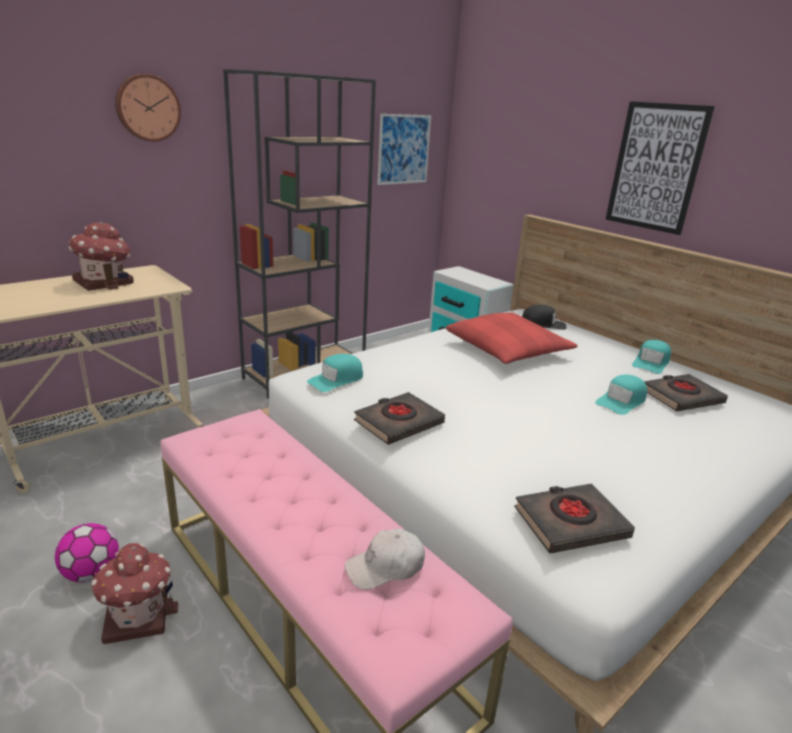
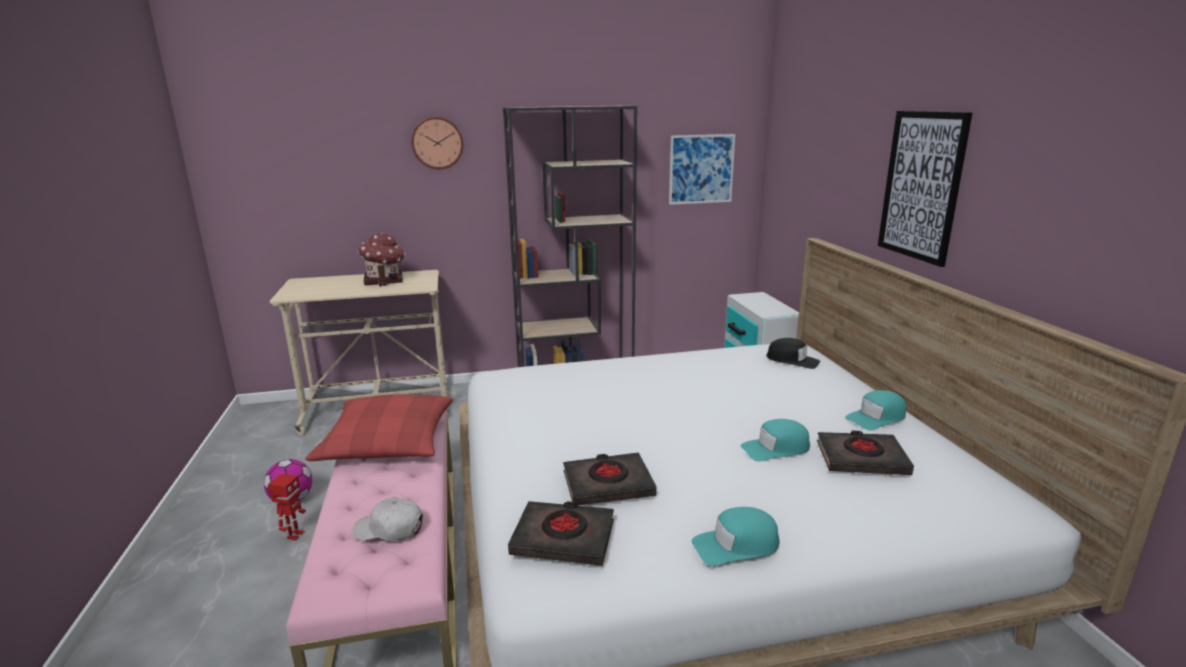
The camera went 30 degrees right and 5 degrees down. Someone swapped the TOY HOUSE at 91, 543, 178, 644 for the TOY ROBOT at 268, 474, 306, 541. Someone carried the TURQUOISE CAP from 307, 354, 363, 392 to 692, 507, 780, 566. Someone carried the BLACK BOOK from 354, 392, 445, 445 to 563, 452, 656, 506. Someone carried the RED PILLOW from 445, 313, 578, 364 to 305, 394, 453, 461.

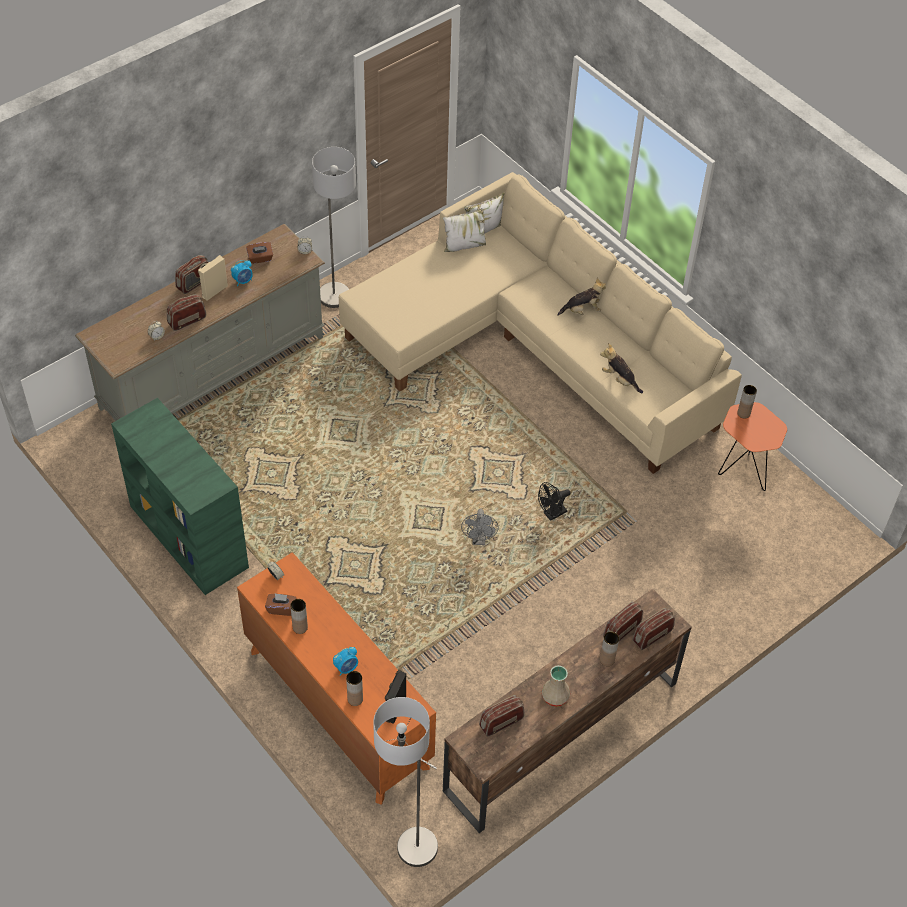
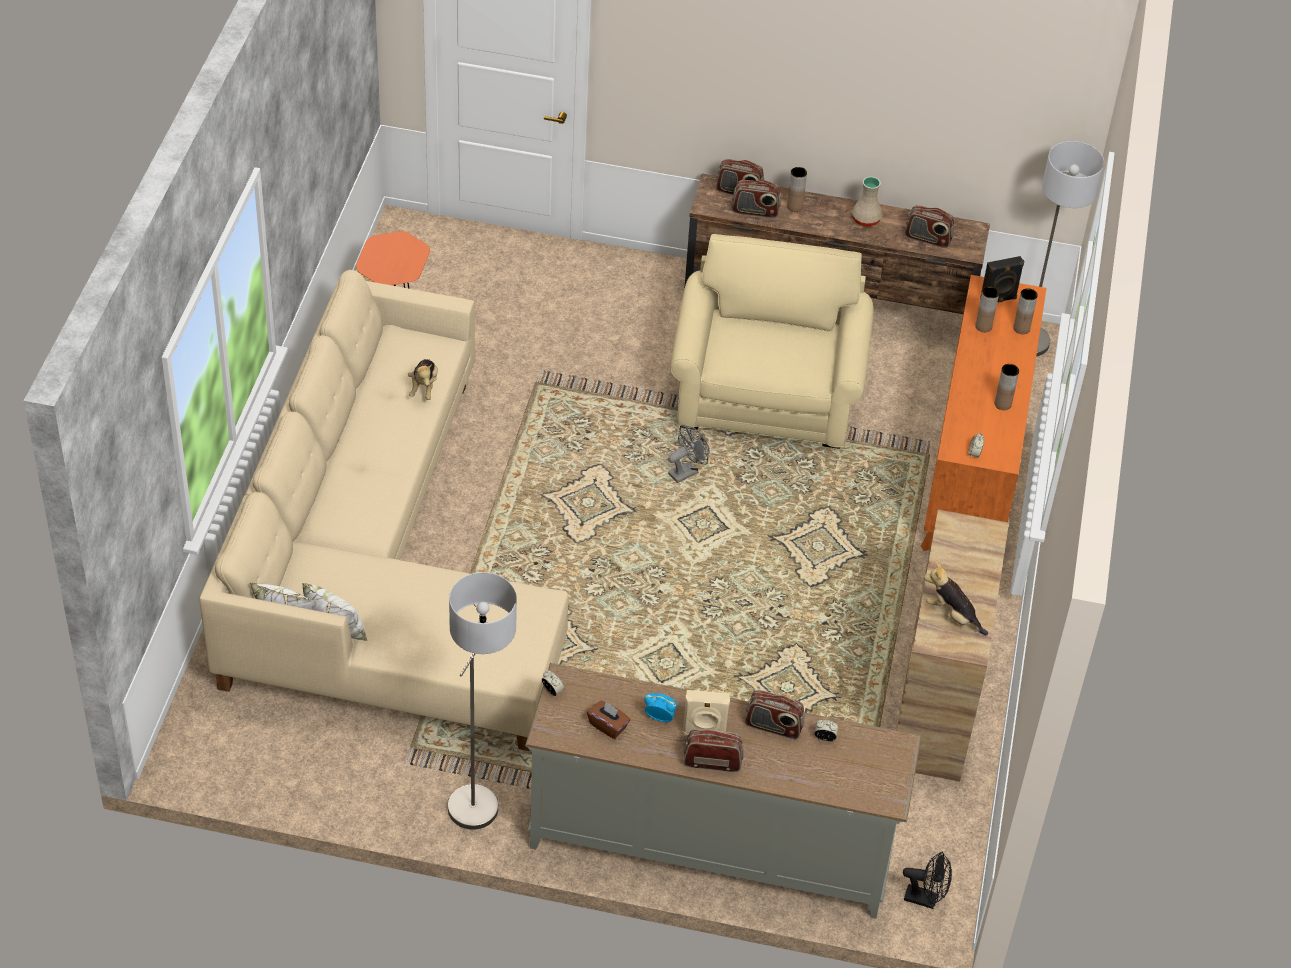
The camera went 130 degrees left and 5 degrees down. Someone repainted the GREEN BOOKCASE at 111, 398, 249, 595, which became the BROWN BOOKCASE at 896, 509, 1009, 782. Someone took away the BROWN TISSUE BOX at 265, 593, 296, 616. Someone took away the ALARM CLOCK at 333, 647, 358, 676. Someone carried the BLACK FAN from 538, 482, 571, 521 to 903, 852, 952, 909. Someone carried the PLUSH TOY from 557, 278, 606, 316 to 924, 562, 988, 635. Someone carried the BROWN VASE from 737, 385, 757, 419 to 975, 286, 999, 332. Someone put down the BEIGE ARMCHAIR at 670, 234, 873, 449.

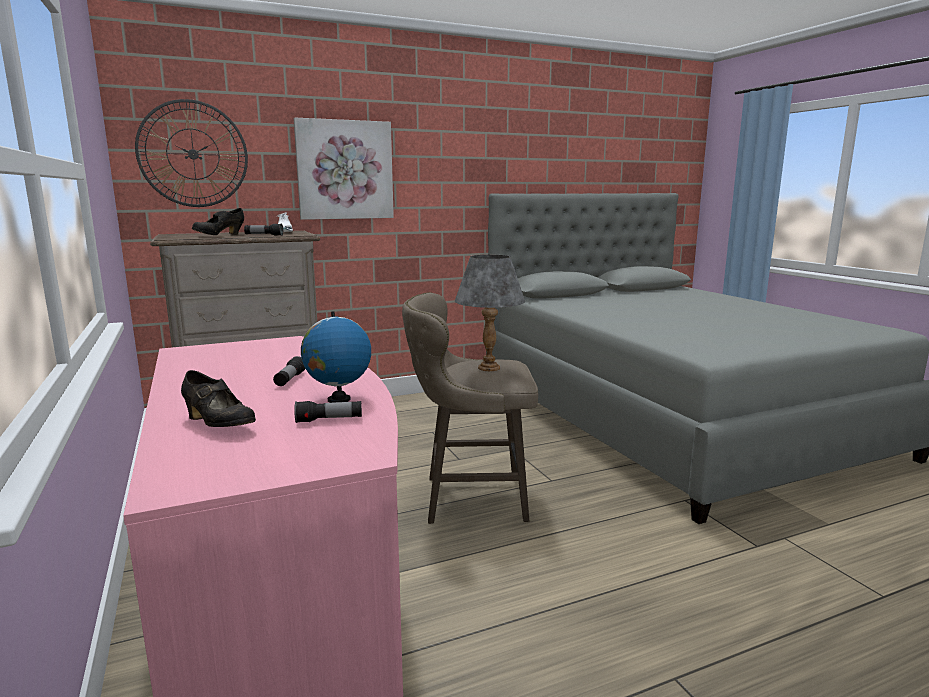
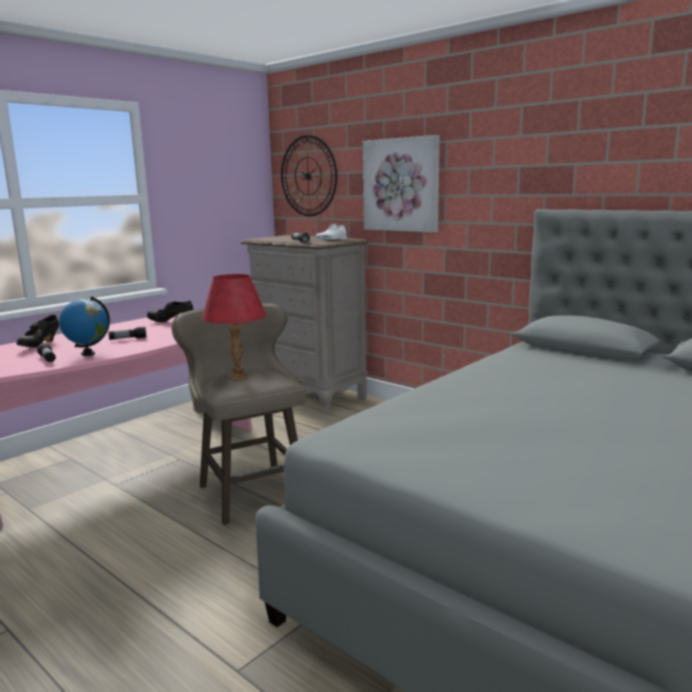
The camera went 65 degrees right and 0 degrees up. Someone carried the BLACK SHOE from 192, 208, 244, 235 to 147, 300, 193, 322. Someone repainted the GREY TABLE LAMP at 455, 255, 525, 371, which became the RED TABLE LAMP at 202, 274, 266, 380.

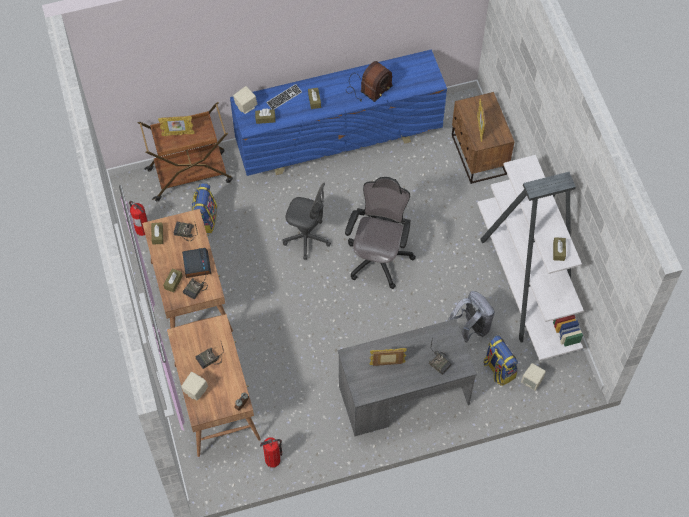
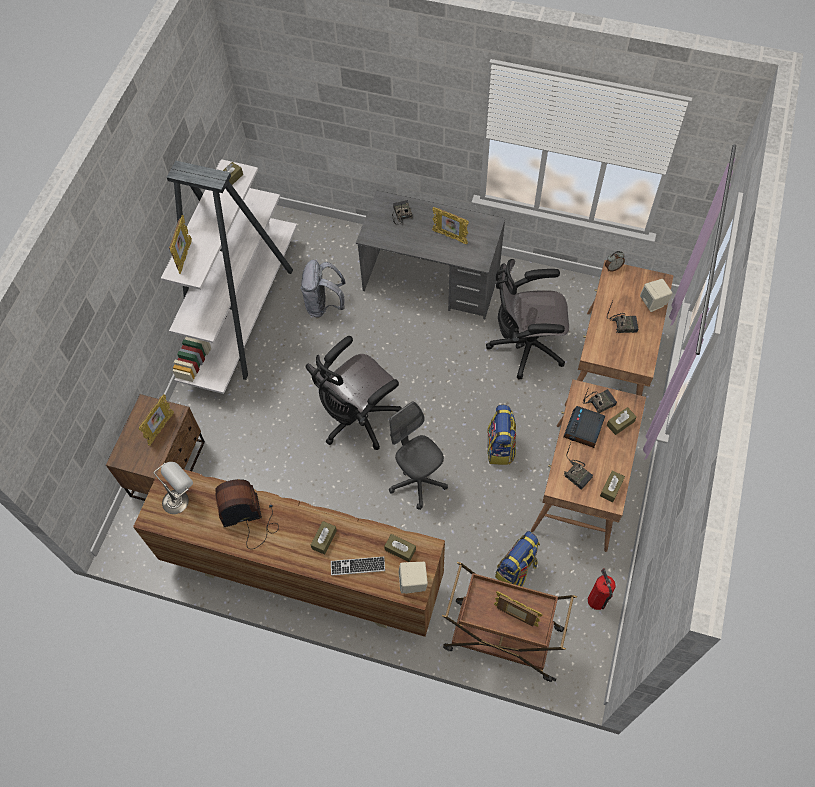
The camera went 145 degrees left and 0 degrees up. Someone repainted the BLUE CABINET at 230, 49, 447, 176, which became the BROWN CABINET at 133, 463, 445, 637. Someone took away the FIRE EXTINGUISHER at 260, 437, 282, 467. Someone carried the BACKPACK from 483, 335, 518, 386 to 487, 405, 516, 465. Someone took away the BEIGE SPEAKER at 521, 363, 546, 391. Someone put down the WHITE TABLE LAMP at 154, 462, 193, 514. Someone put down the PICTURE FRAME at 169, 215, 192, 274. Someone put down the OFFICE CHAIR at 486, 259, 569, 380.

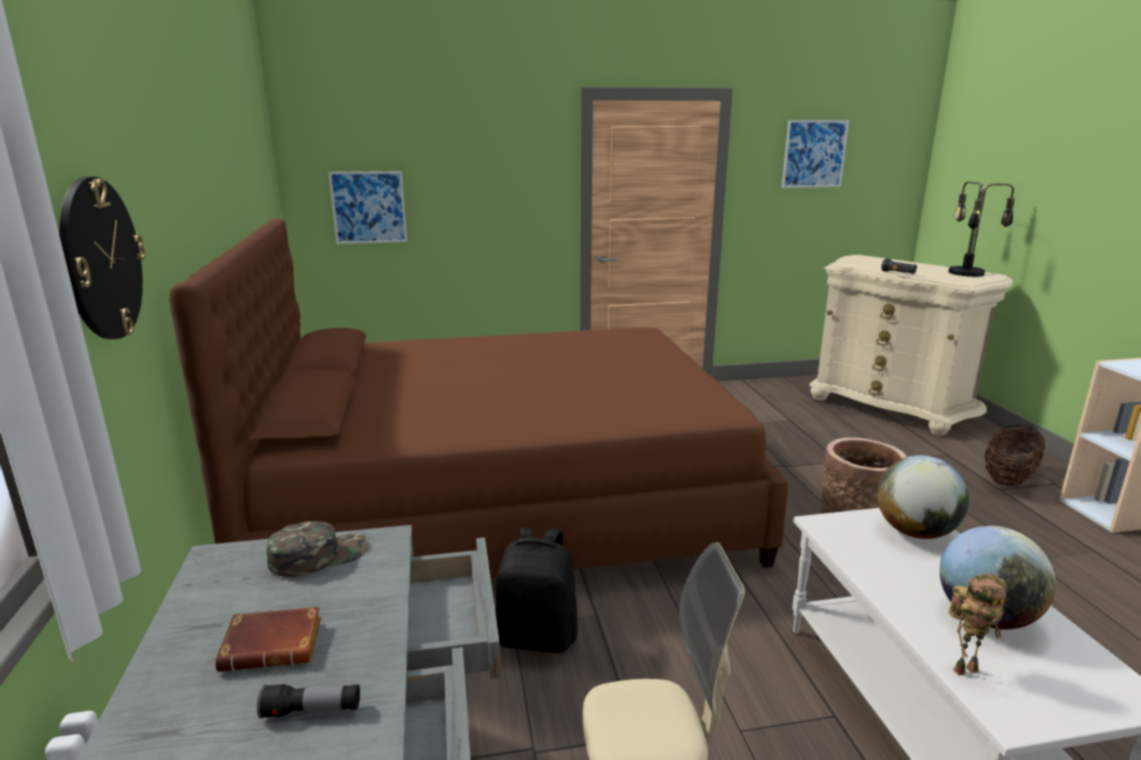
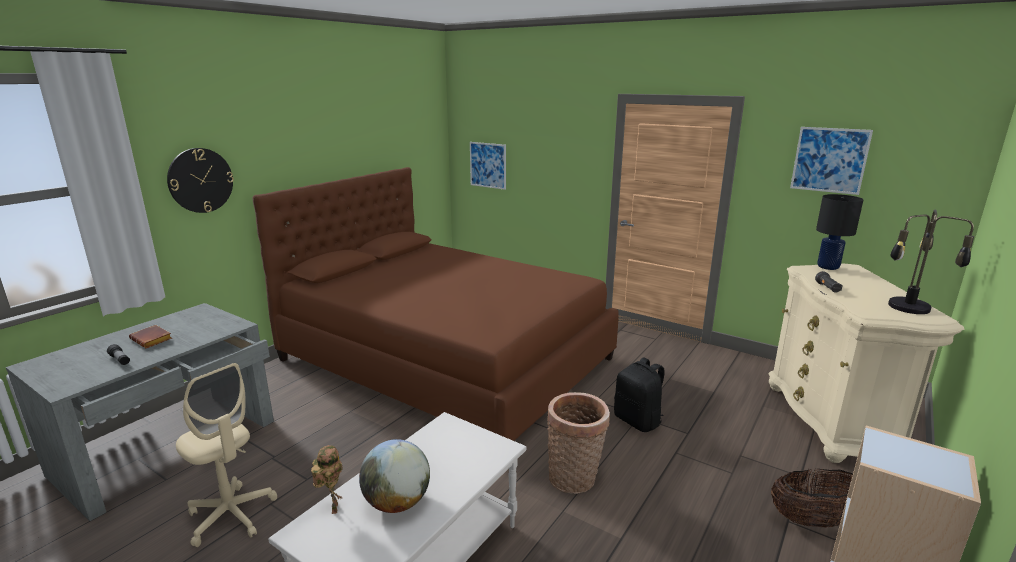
The camera went 45 degrees right and 0 degrees up. Someone took away the GREEN CAP at 267, 521, 368, 577. Someone carried the BLACK BACKPACK from 495, 527, 578, 653 to 614, 358, 665, 432. Someone took away the GLOBE at 877, 455, 969, 539. Someone rotated the TOY ROBOT at 948, 574, 1007, 675 by 135 degrees counterclockwise. Someone put down the BLACK TABLE LAMP at 816, 194, 863, 270.

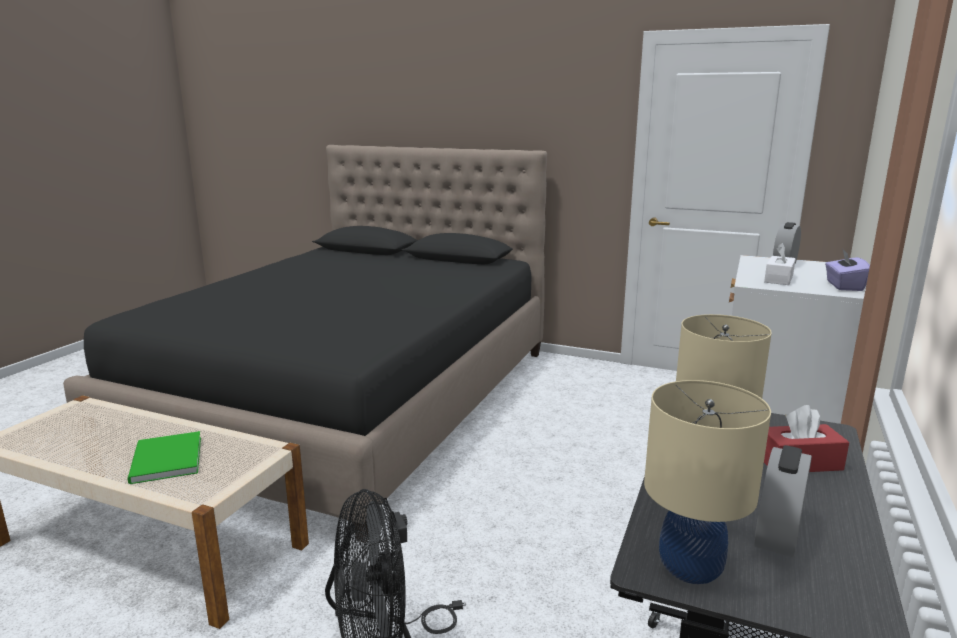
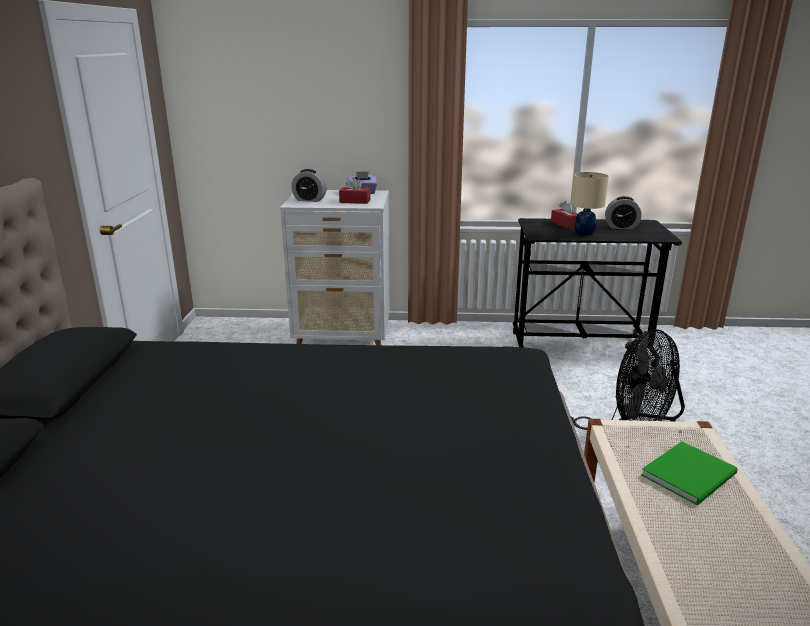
The camera went 110 degrees left and 5 degrees up. Someone took away the BEIGE TABLE LAMP at 644, 380, 771, 584. Someone repainted the WHITE TISSUE BOX at 764, 243, 796, 285, which became the RED TISSUE BOX at 339, 177, 370, 204.

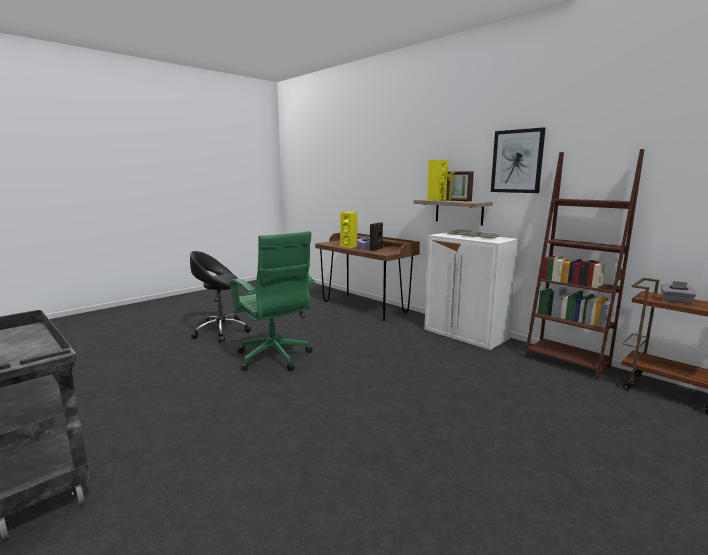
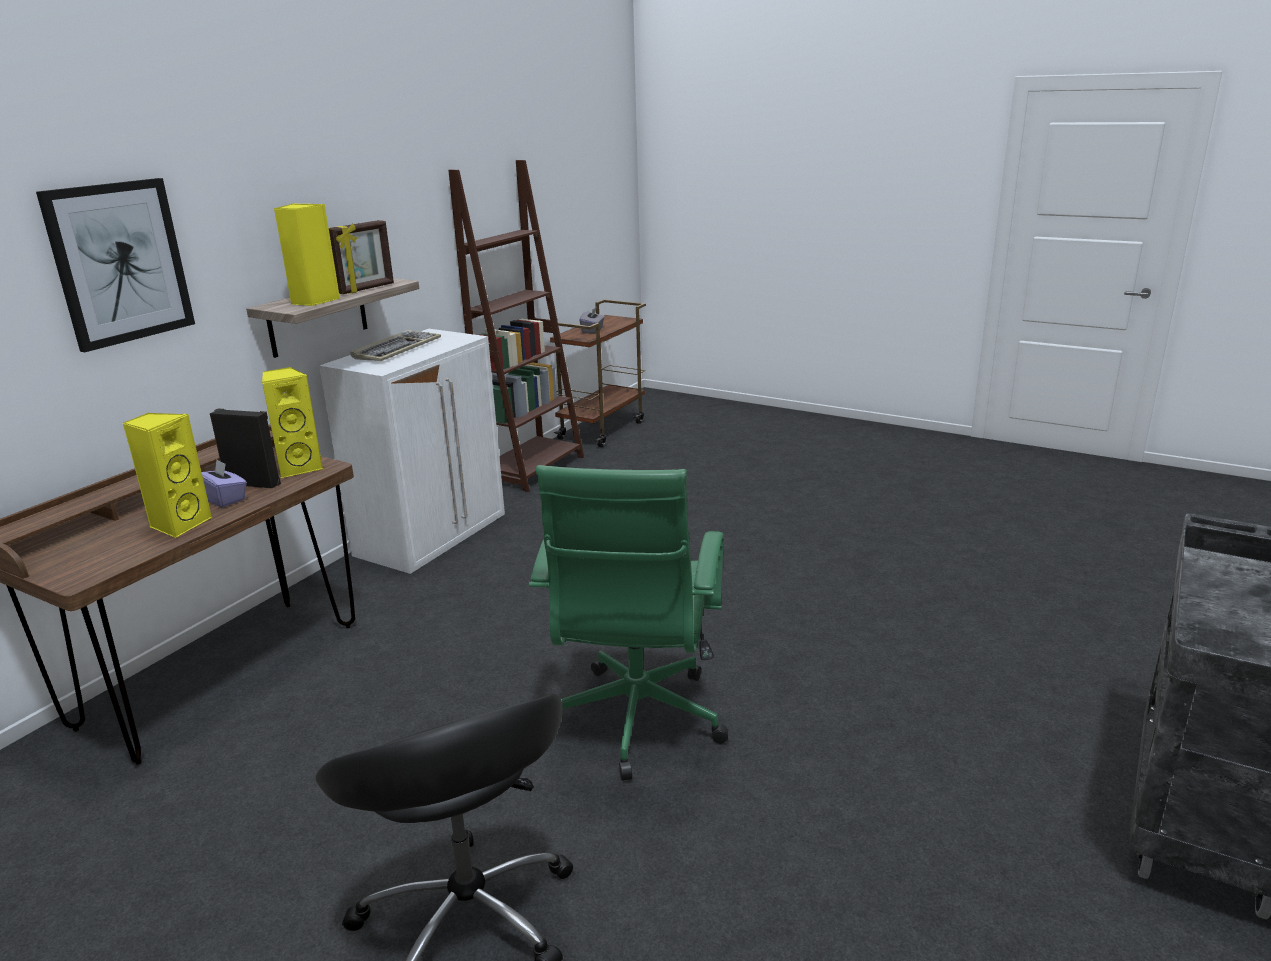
The camera went 105 degrees left and 10 degrees up. Someone rotated the GREEN OFFICE CHAIR at 230, 231, 316, 371 by 150 degrees clockwise. Someone carried the PICTURE from 491, 127, 546, 193 to 36, 178, 195, 352. Someone put down the YELLOW SPEAKER at 262, 367, 323, 478.

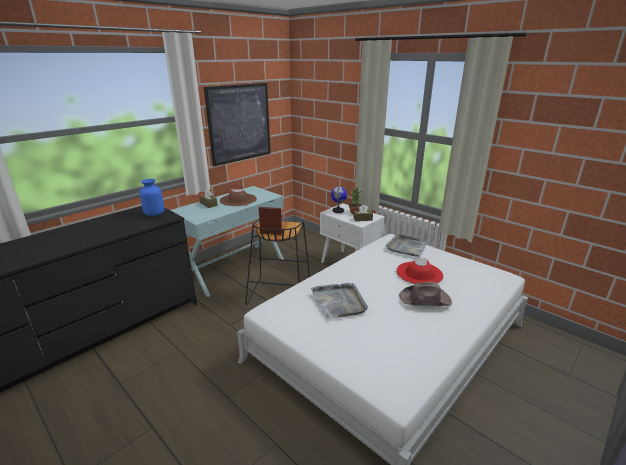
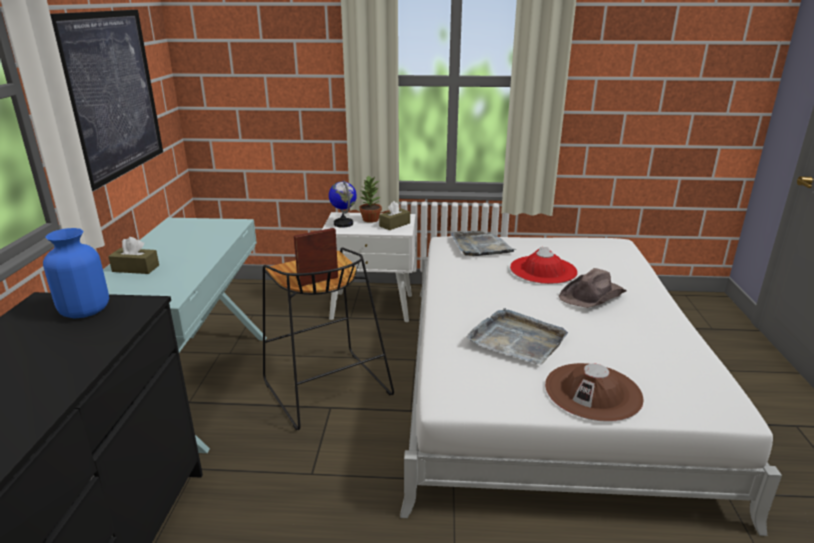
The camera went 40 degrees left and 0 degrees up. Someone carried the BROWN HAT from 220, 189, 257, 206 to 545, 363, 644, 422.

